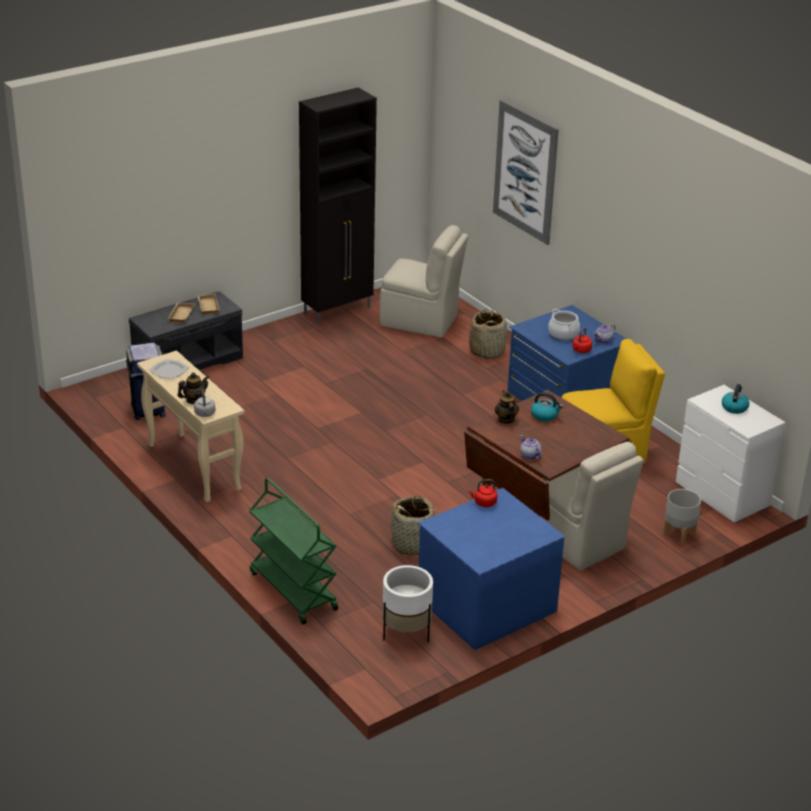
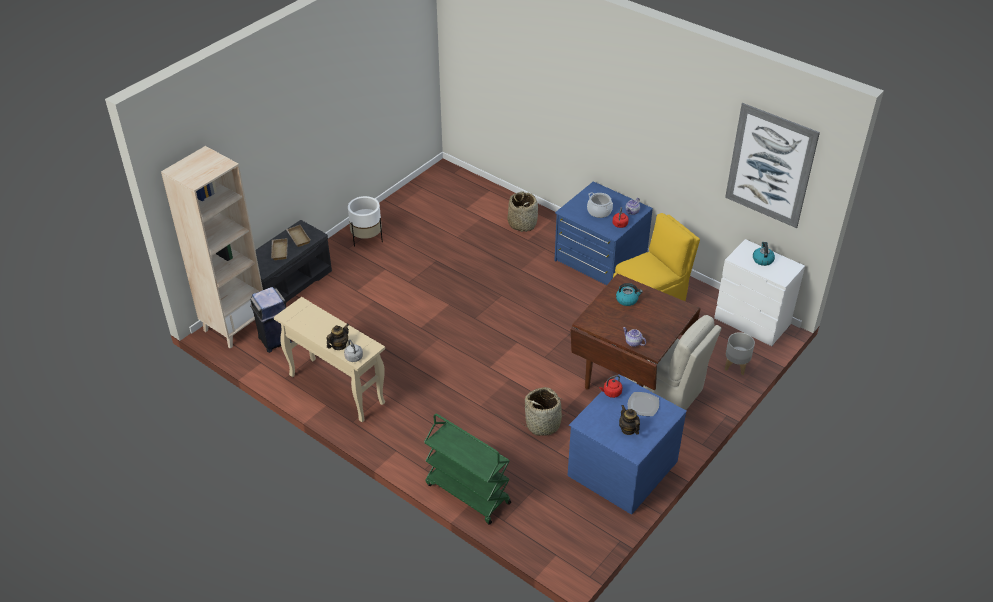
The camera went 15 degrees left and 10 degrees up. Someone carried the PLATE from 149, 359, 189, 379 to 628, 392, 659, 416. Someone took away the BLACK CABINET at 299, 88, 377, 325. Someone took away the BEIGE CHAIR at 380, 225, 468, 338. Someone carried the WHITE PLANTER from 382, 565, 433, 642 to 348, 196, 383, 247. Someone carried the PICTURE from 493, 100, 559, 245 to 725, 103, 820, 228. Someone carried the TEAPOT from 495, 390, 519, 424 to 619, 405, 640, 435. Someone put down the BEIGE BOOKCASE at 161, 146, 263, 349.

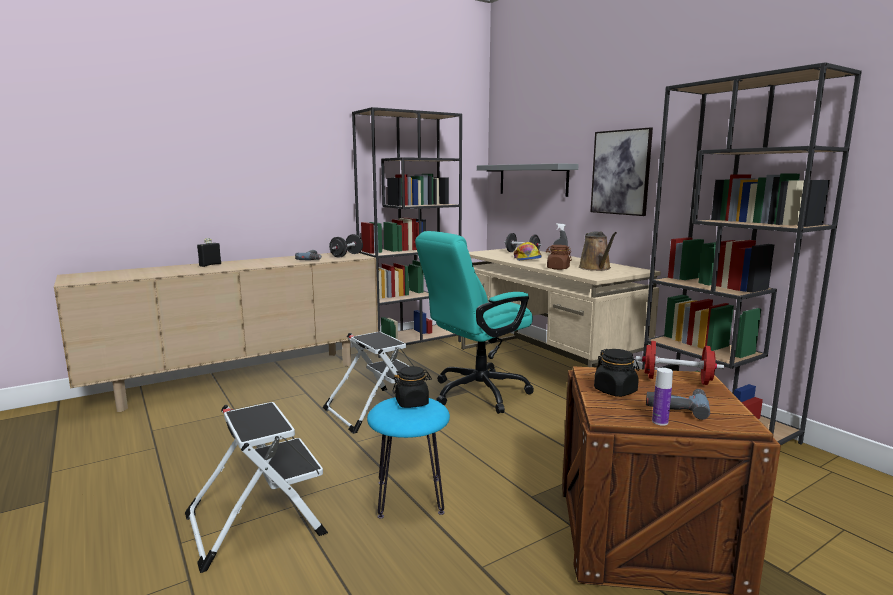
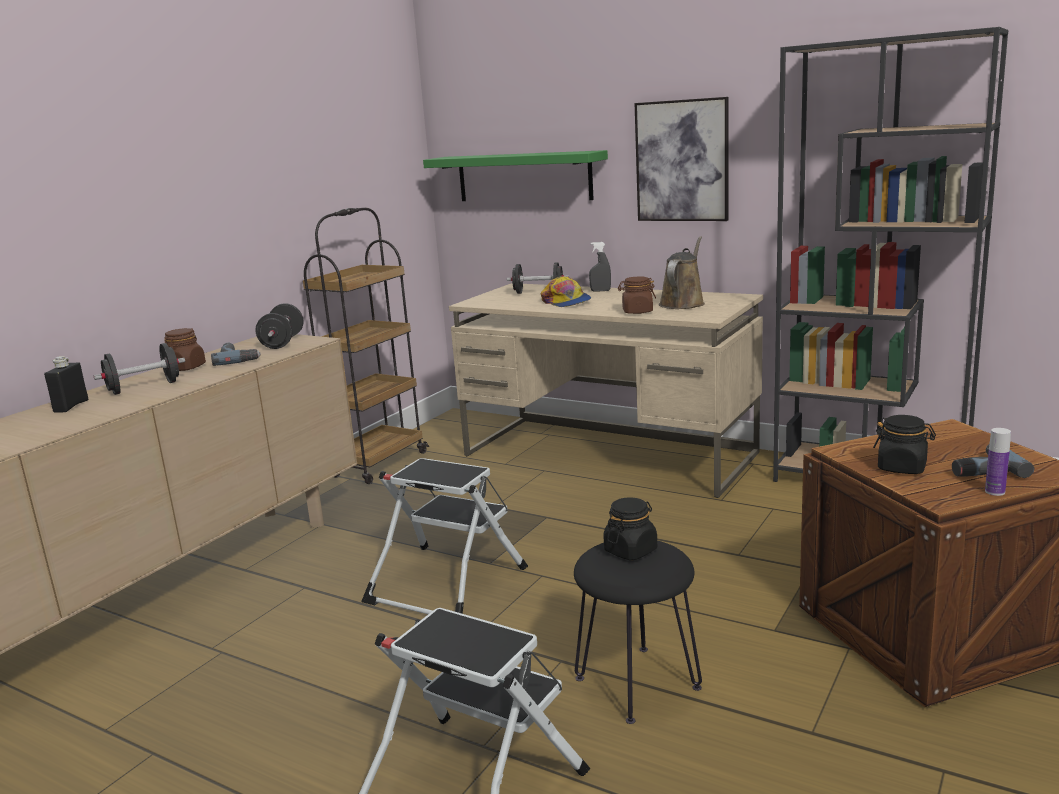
The camera went 25 degrees left and 5 degrees up. Someone swapped the BOOKCASE at 352, 107, 462, 358 for the BROWN CART at 303, 208, 429, 484. Someone repainted the TURQUOISE STOOL at 367, 397, 450, 519, which became the BLACK STOOL at 574, 540, 702, 724. Someone took away the TURQUOISE OFFICE CHAIR at 415, 231, 534, 414. Someone repainted the GREY SHELF at 477, 163, 579, 197, which became the GREEN SHELF at 423, 150, 608, 201. Someone rotated the BROWN WATERING CAN at 579, 231, 617, 271 by 120 degrees counterclockwise. Someone took away the RED DUMBBELL at 636, 341, 724, 385. Someone put down the BLACK DUMBBELL at 94, 343, 185, 395. Someone put down the BROWN JAR at 164, 328, 206, 371.

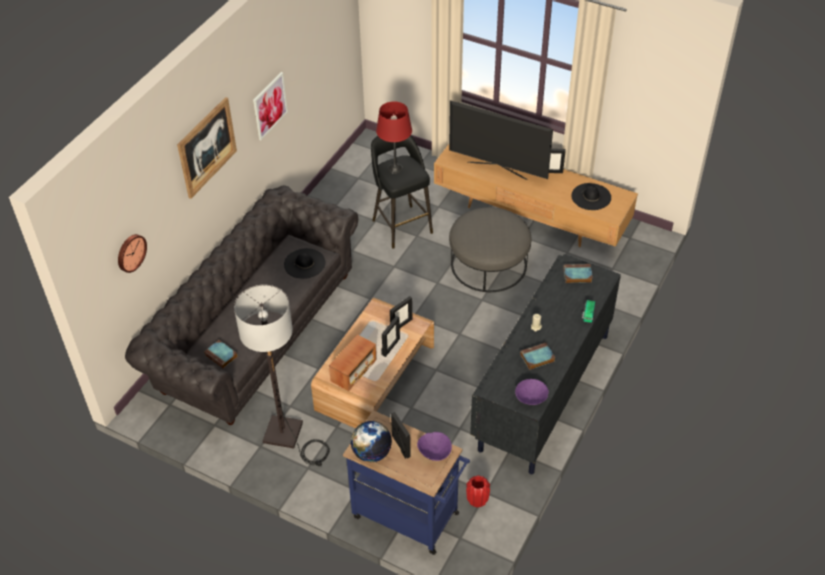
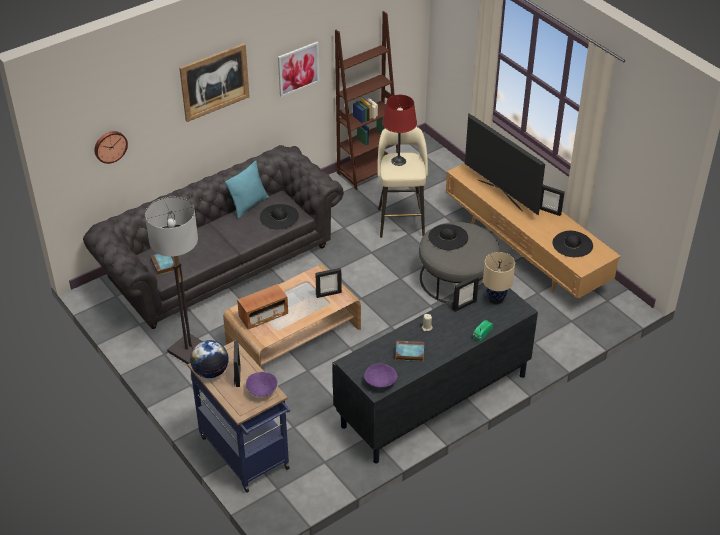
The camera went 25 degrees right and 5 degrees down. Someone repainted the BLACK STOOL at 371, 135, 433, 249, which became the BEIGE STOOL at 377, 127, 428, 238. Someone carried the PICTURE FRAME from 381, 316, 400, 357 to 452, 275, 479, 312. Someone took away the RED VASE at 466, 475, 490, 507. Someone swapped the BOOK at 563, 264, 593, 283 for the BEIGE TABLE LAMP at 483, 252, 515, 304. Someone put down the TURQUOISE PILLOW at 225, 161, 269, 219. Someone put down the BROWN BOOKCASE at 335, 11, 398, 190. Someone put down the BLACK HAT at 428, 224, 468, 250.

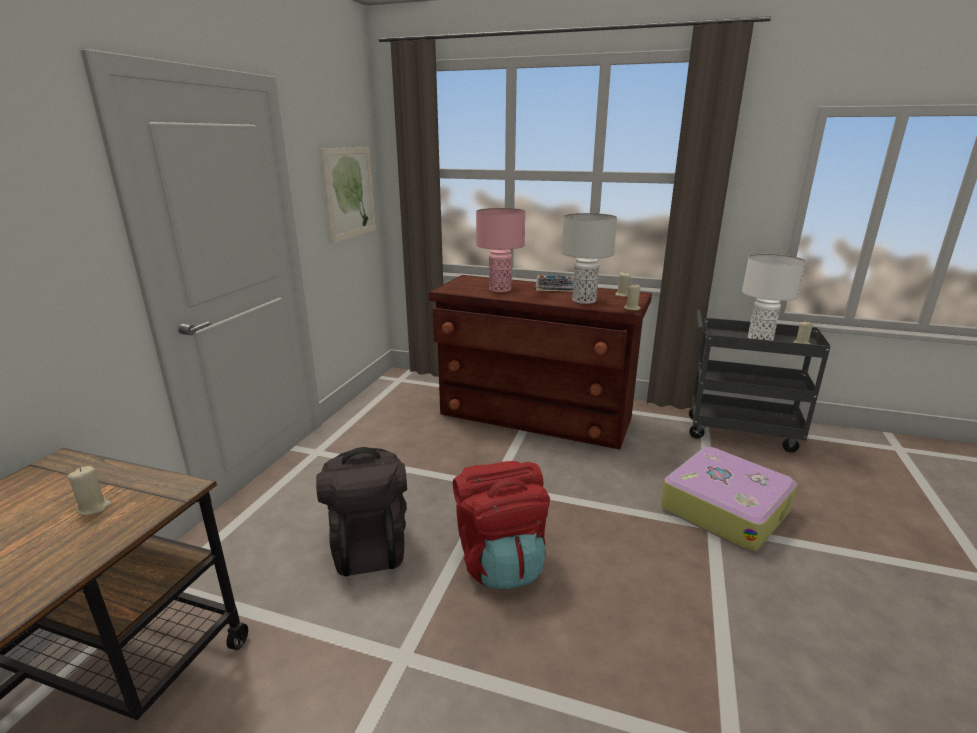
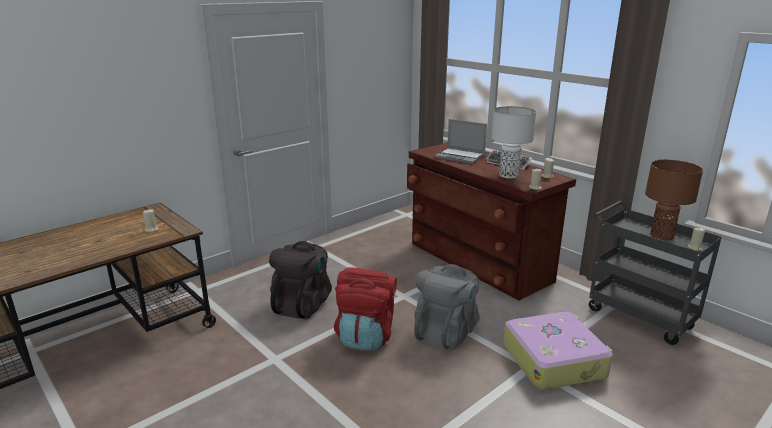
The camera went 30 degrees right and 0 degrees up. Someone took away the PICTURE at 321, 147, 376, 243. Someone swapped the PINK TABLE LAMP at 476, 208, 525, 292 for the LAPTOP at 435, 119, 487, 164. Someone repainted the WHITE TABLE LAMP at 742, 254, 806, 341, which became the BROWN TABLE LAMP at 645, 159, 703, 240. Someone put down the GREY BACKPACK at 414, 264, 480, 351.

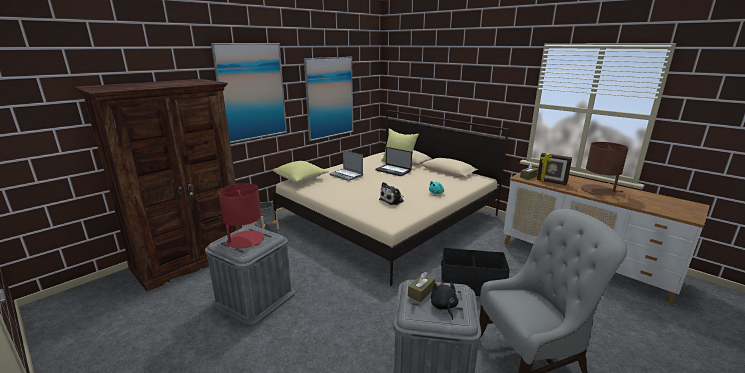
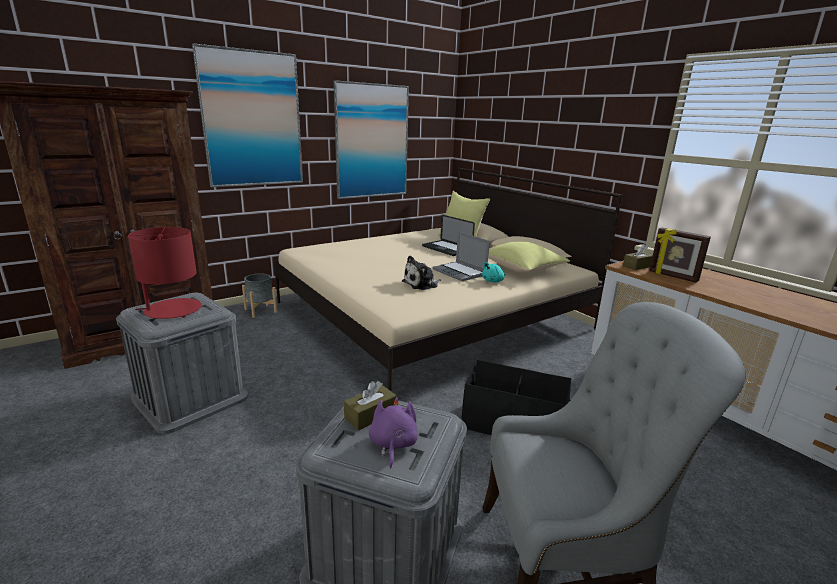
The camera went 10 degrees right and 0 degrees up. Someone carried the YELLOW PILLOW from 273, 161, 329, 182 to 488, 241, 570, 273. Someone carried the LAPTOP from 329, 150, 363, 181 to 433, 231, 490, 281. Someone repainted the BLACK PLUSH TOY at 431, 280, 459, 320, which became the PURPLE PLUSH TOY at 369, 397, 418, 469. Someone took away the BROWN TABLE LAMP at 581, 142, 628, 196.

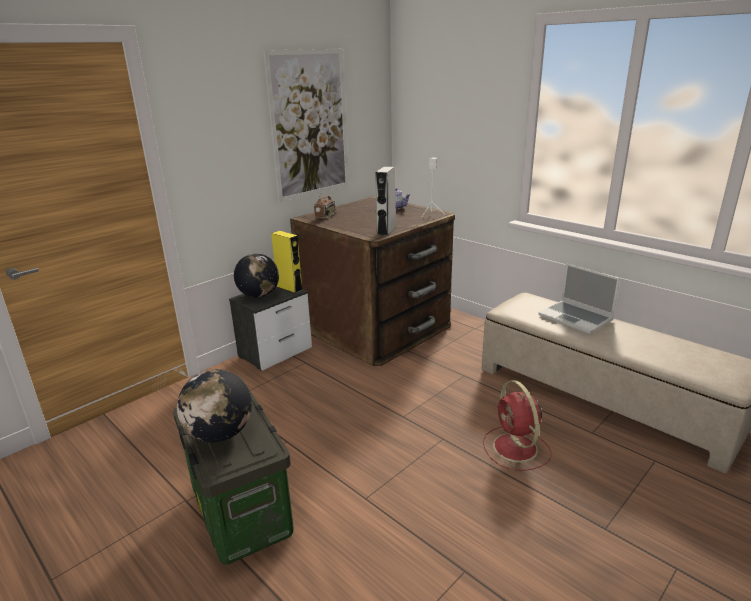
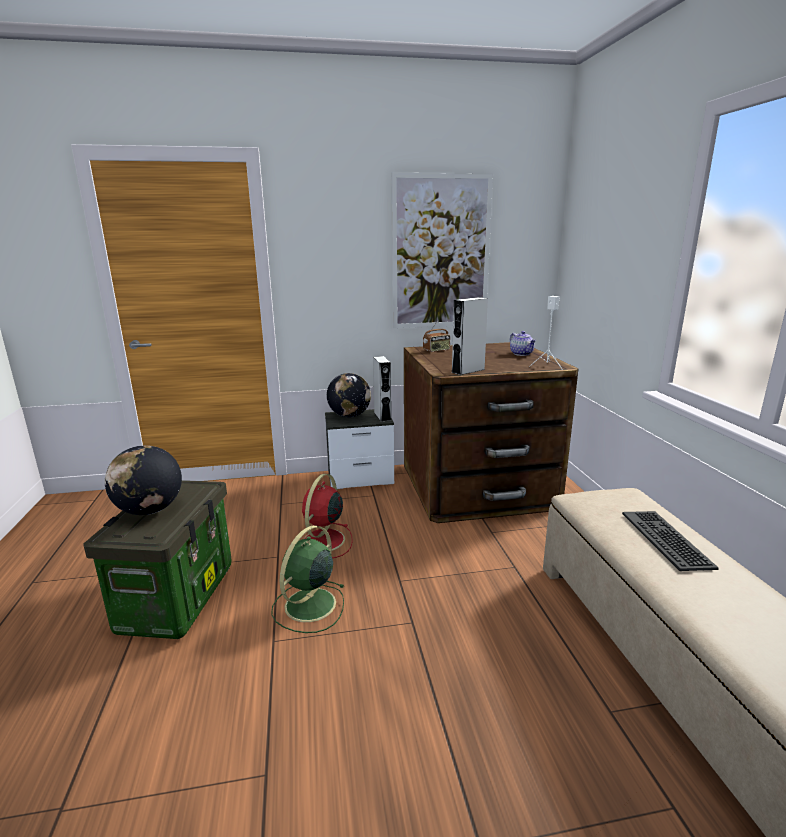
The camera went 35 degrees right and 5 degrees down. Someone repainted the YELLOW SPEAKER at 271, 231, 303, 293, which became the GREY SPEAKER at 373, 356, 392, 422. Someone carried the RED FAN from 483, 380, 552, 471 to 302, 474, 353, 558. Someone swapped the LAPTOP at 538, 263, 620, 334 for the KEYBOARD at 622, 511, 719, 571. Someone put down the GREEN FAN at 271, 525, 344, 633.

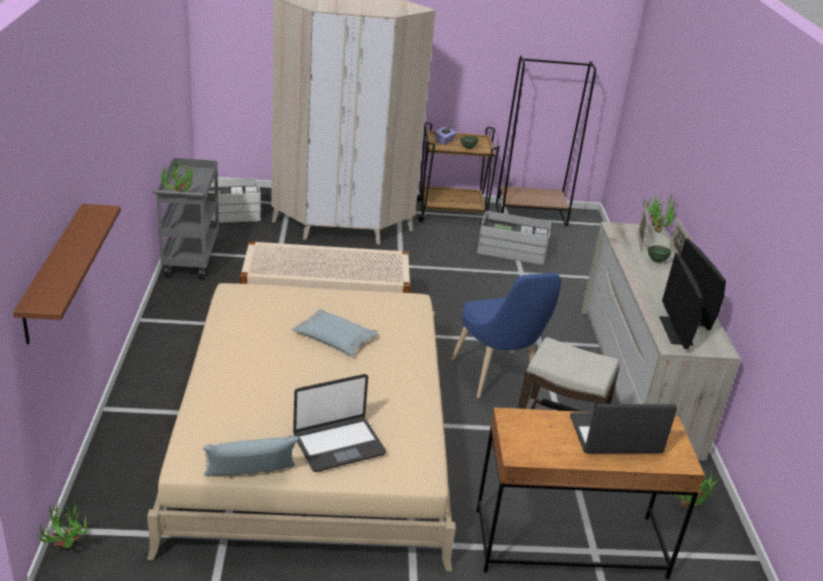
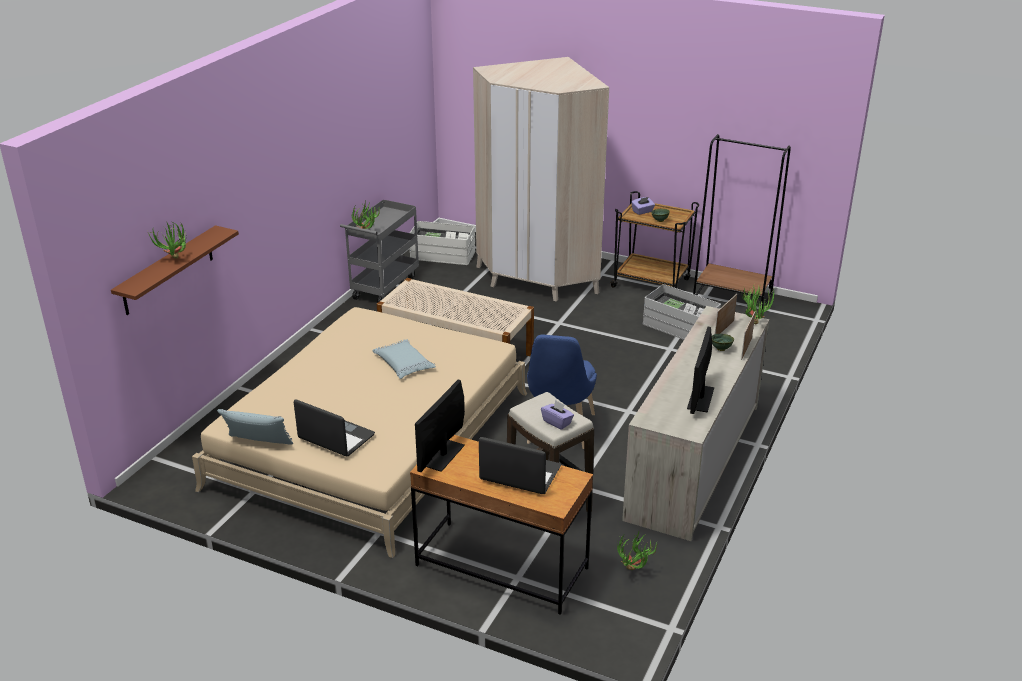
The camera went 30 degrees right and 0 degrees up. Someone carried the POTTED PLANT from 36, 503, 92, 548 to 148, 220, 188, 259. Someone rotated the LAPTOP at 293, 374, 386, 472 by 150 degrees counterclockwise. Someone carried the MONITOR from 659, 253, 703, 349 to 415, 380, 465, 472. Someone put down the PURPLE TISSUE BOX at 541, 400, 574, 430.

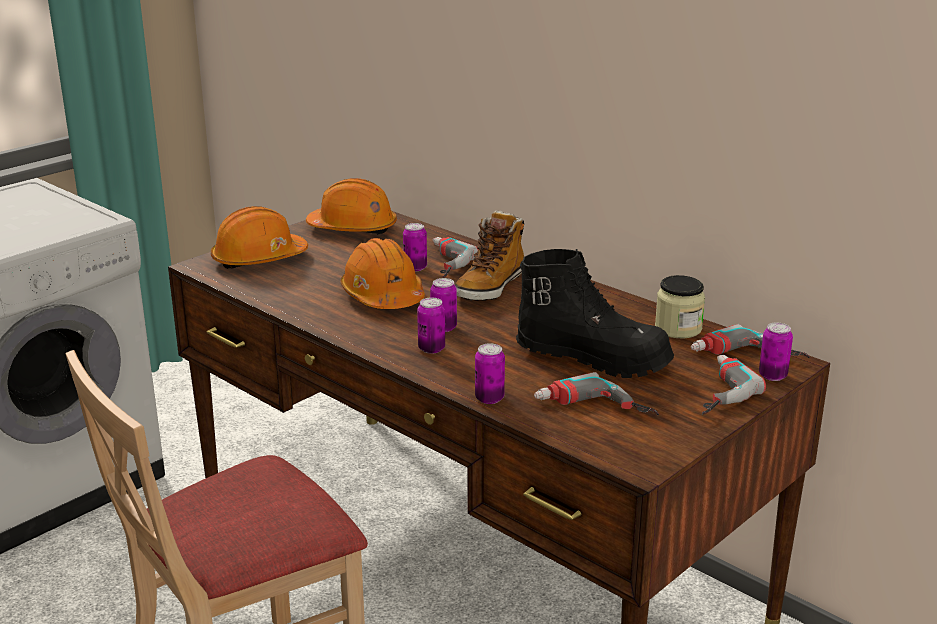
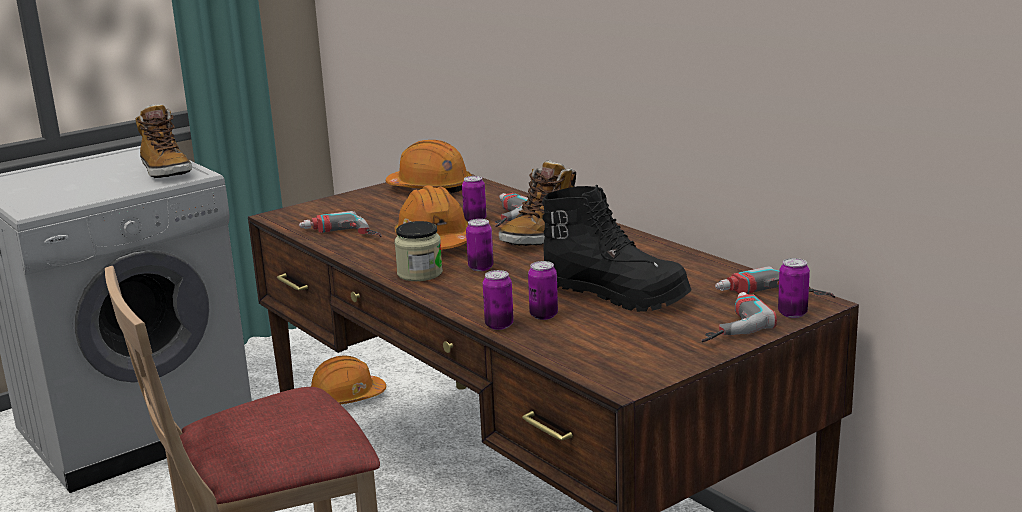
The camera went 10 degrees right and 5 degrees down. Someone carried the ORANGE HARD HAT from 211, 206, 308, 269 to 311, 356, 386, 404. Someone carried the CAN from 417, 298, 445, 354 to 528, 261, 558, 320. Someone carried the POWER DRILL from 534, 372, 659, 415 to 299, 211, 382, 237. Someone carried the JAR from 655, 275, 705, 338 to 394, 221, 443, 281. Someone put down the BOOT at 135, 104, 192, 178.

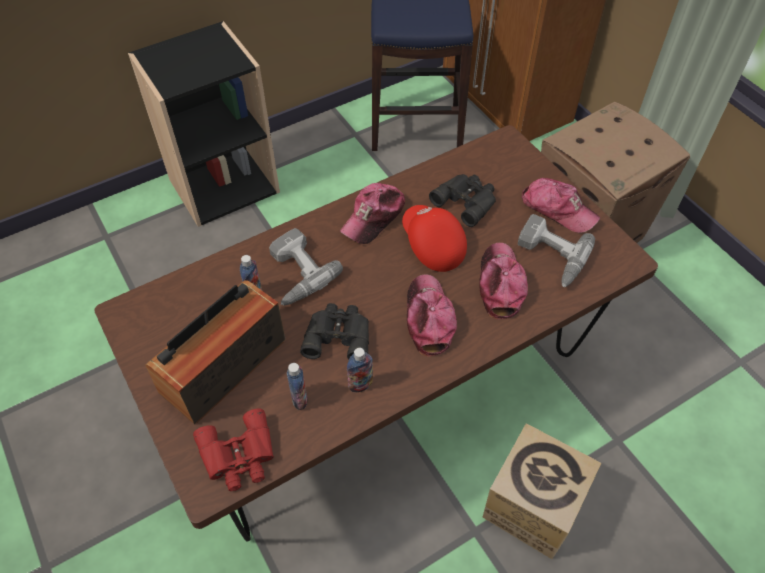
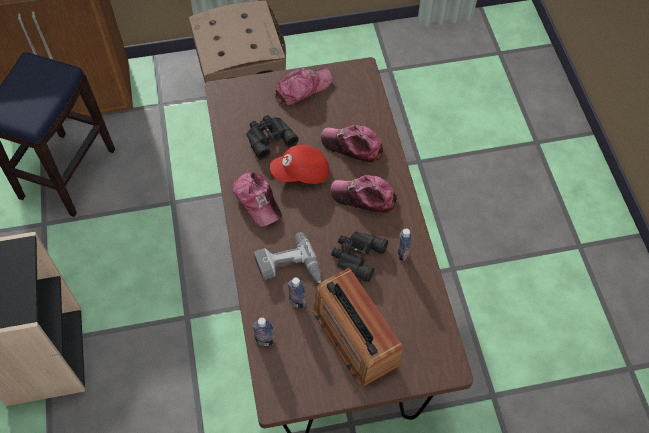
The camera went 70 degrees left and 5 degrees up. Someone took away the RED BINOCULARS at 193, 408, 274, 491. Someone carried the BOTTLE from 287, 363, 308, 410 to 253, 317, 275, 346. Someone took away the CARDBOARD BOX at 482, 423, 601, 559. Someone took away the POWER DRILL at 518, 214, 595, 287.

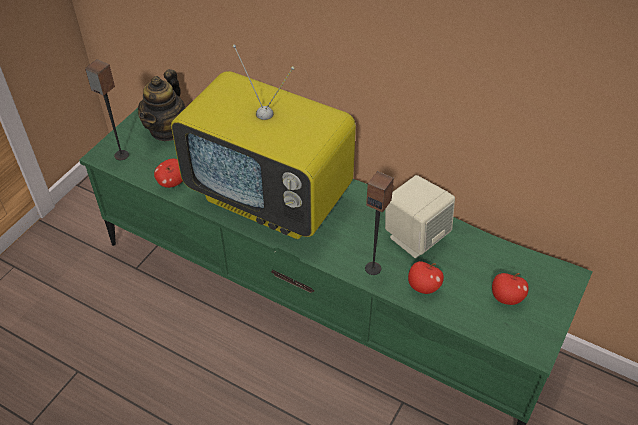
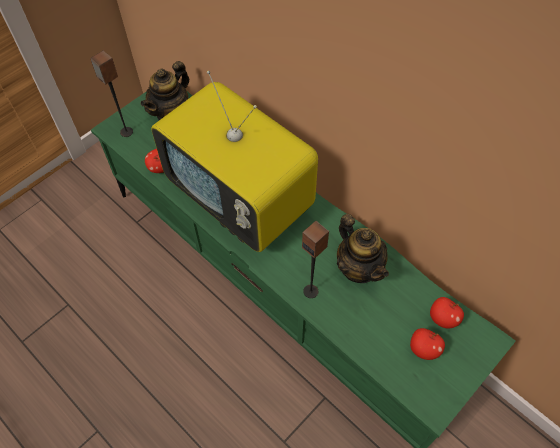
The camera went 15 degrees right and 10 degrees up. Someone swapped the BEIGE SPEAKER at 385, 175, 455, 258 for the TEAPOT at 337, 214, 389, 283. Someone carried the APPLE from 408, 261, 444, 294 to 430, 297, 464, 328.

